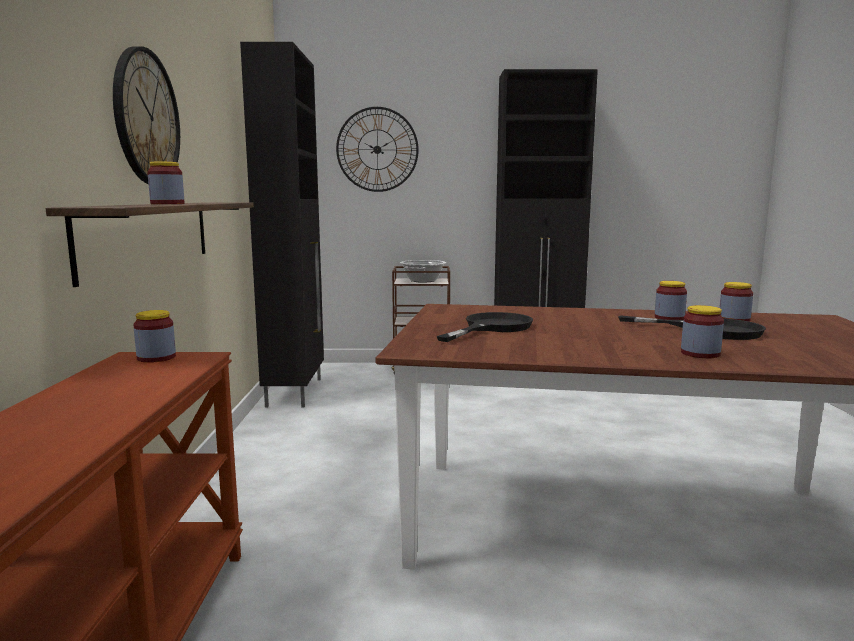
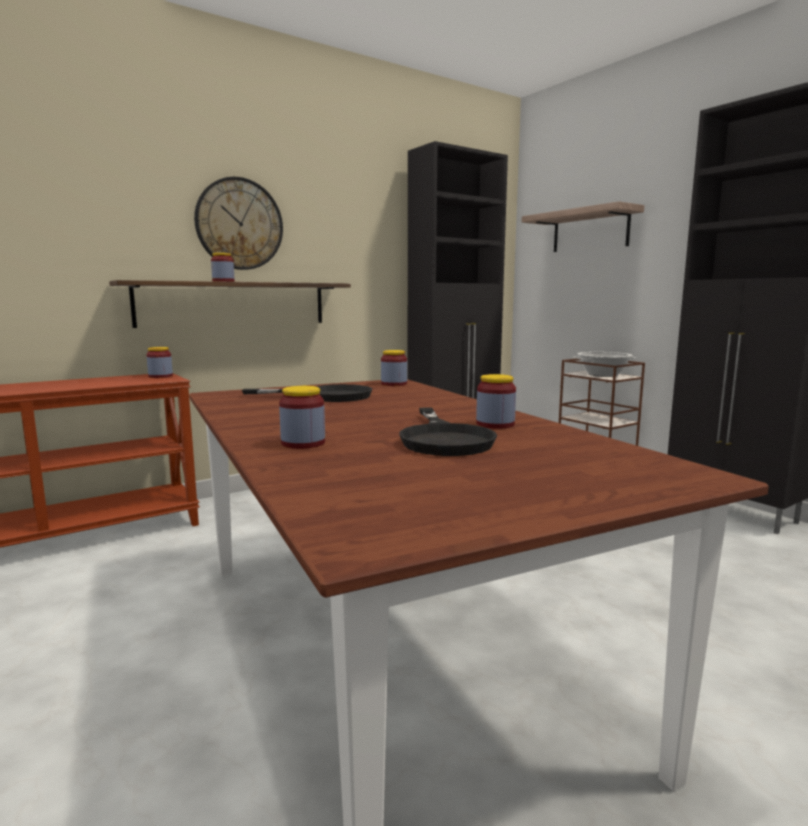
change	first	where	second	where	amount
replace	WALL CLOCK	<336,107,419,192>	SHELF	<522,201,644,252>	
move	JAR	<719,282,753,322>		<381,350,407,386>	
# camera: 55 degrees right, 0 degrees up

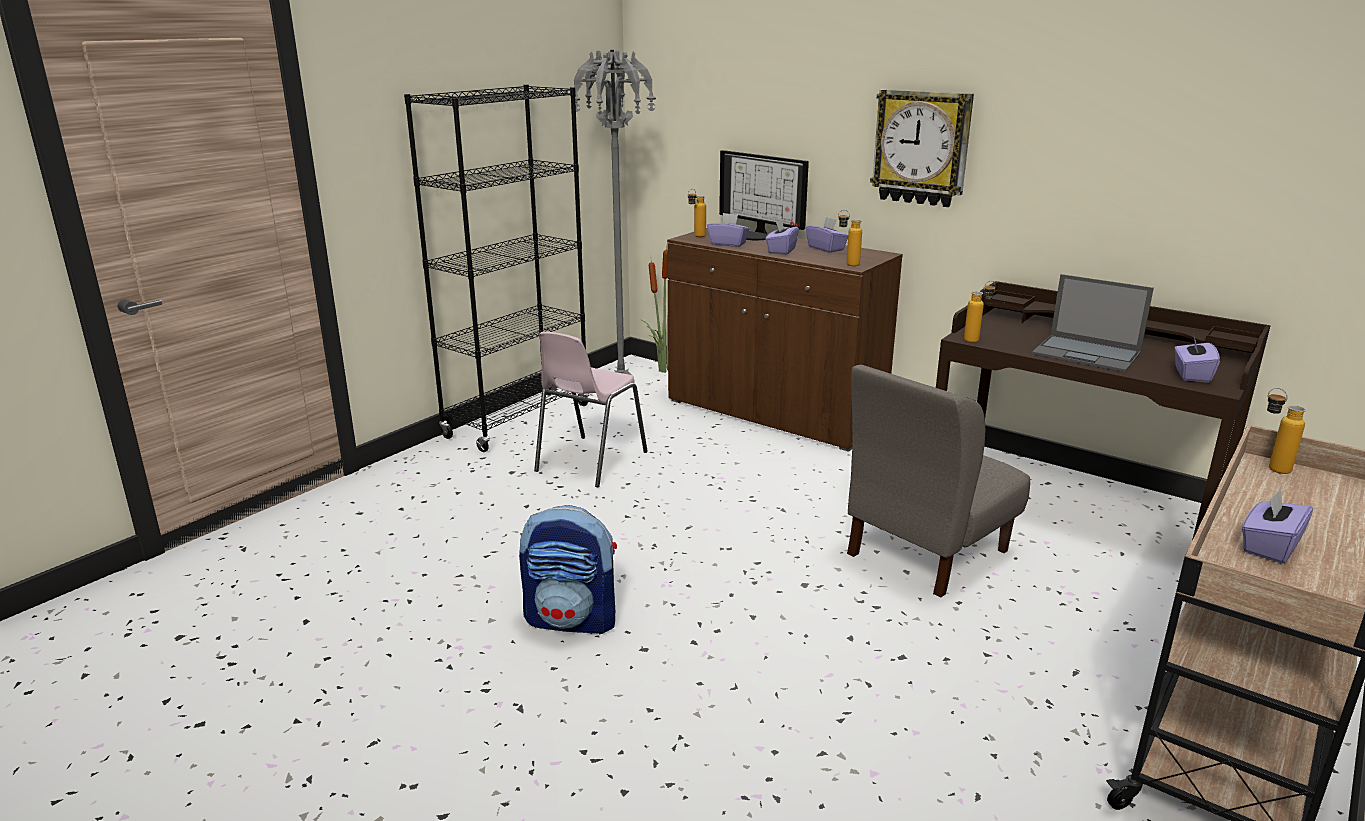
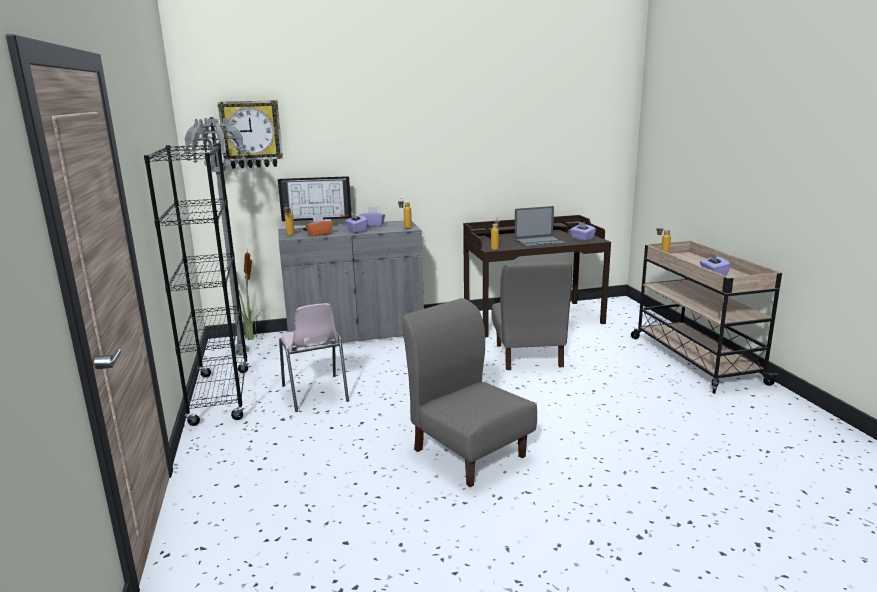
change	first	where	second	where	amount
move	WALL CLOCK	<870,89,974,207>		<218,100,283,169>	
recolor	PURPLE TISSUE BOX	<707,213,750,247>	ORANGE TISSUE BOX	<305,214,333,236>	
recolor	BROWN CABINET	<667,228,903,452>	GREY CABINET	<278,221,424,349>	
replace	BACKPACK	<519,505,617,635>	GREY CHAIR	<402,298,537,487>	
# camera: 50 degrees left, 5 degrees down

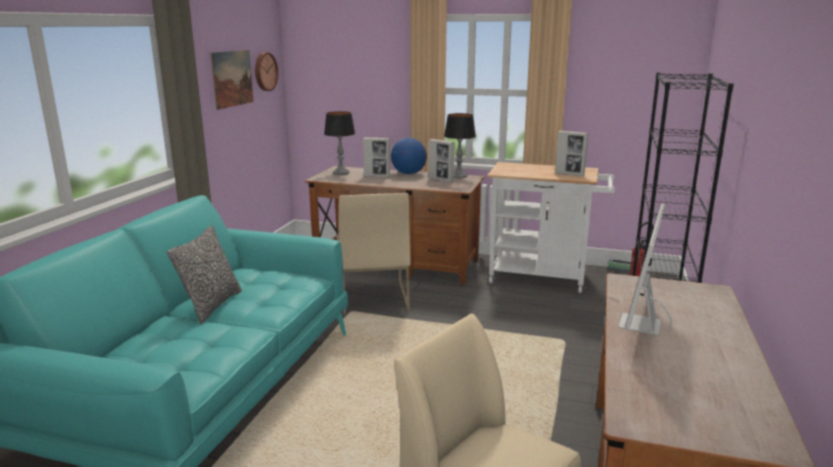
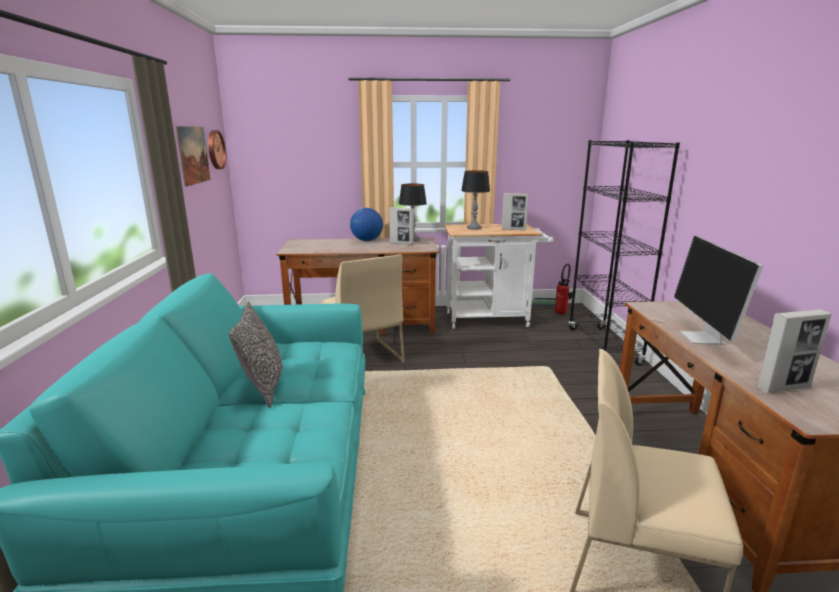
change	first	where	second	where	amount
move	TABLE LAMP	<324,111,355,175>		<461,170,490,229>	
move	PICTURE FRAME	<363,137,390,178>		<757,310,831,393>	
# camera: 20 degrees left, 0 degrees up

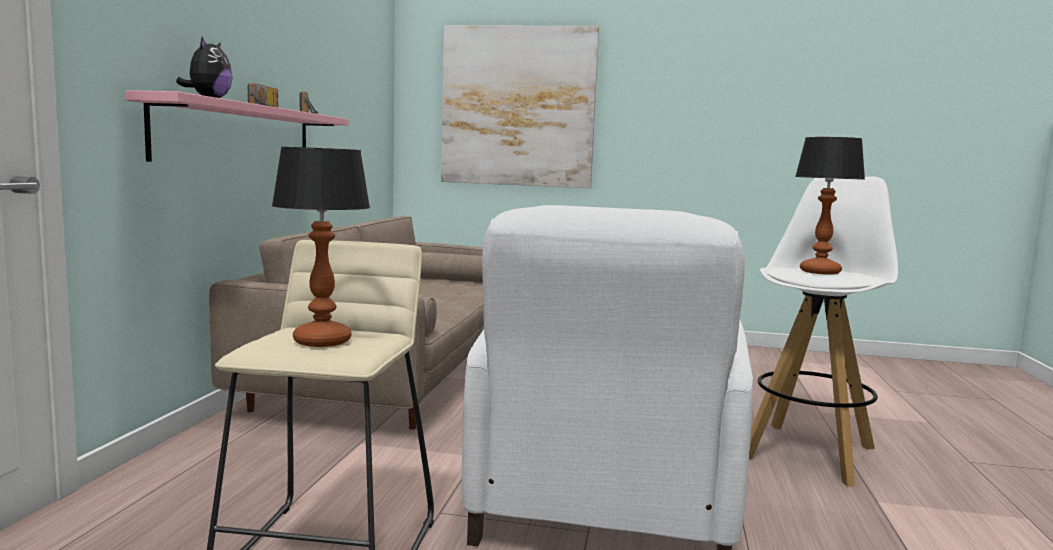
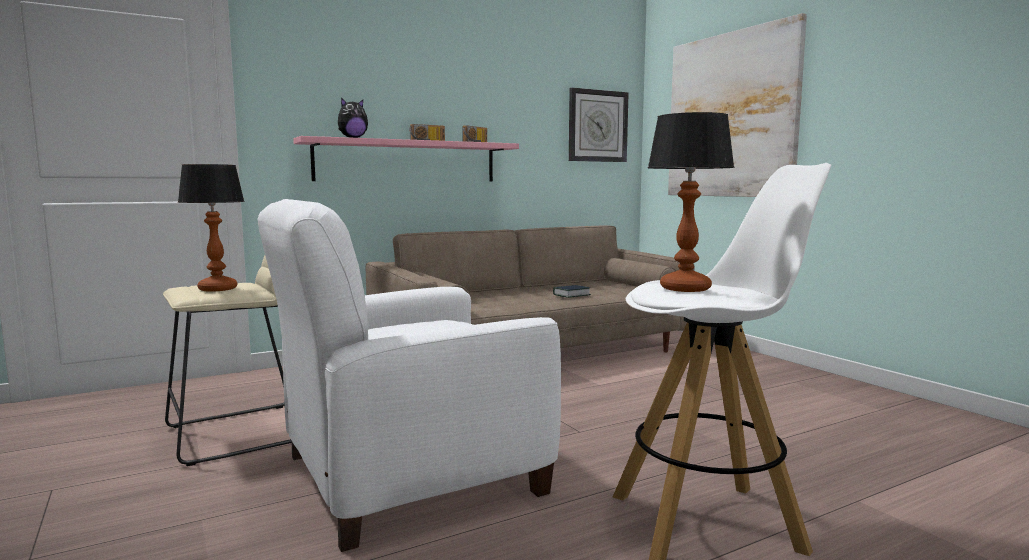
change	first	where	second	where	amount
insert			WALL CLOCK	<569,88,629,162>	
insert			BOOK	<553,285,591,298>	
# camera: 50 degrees right, 0 degrees up

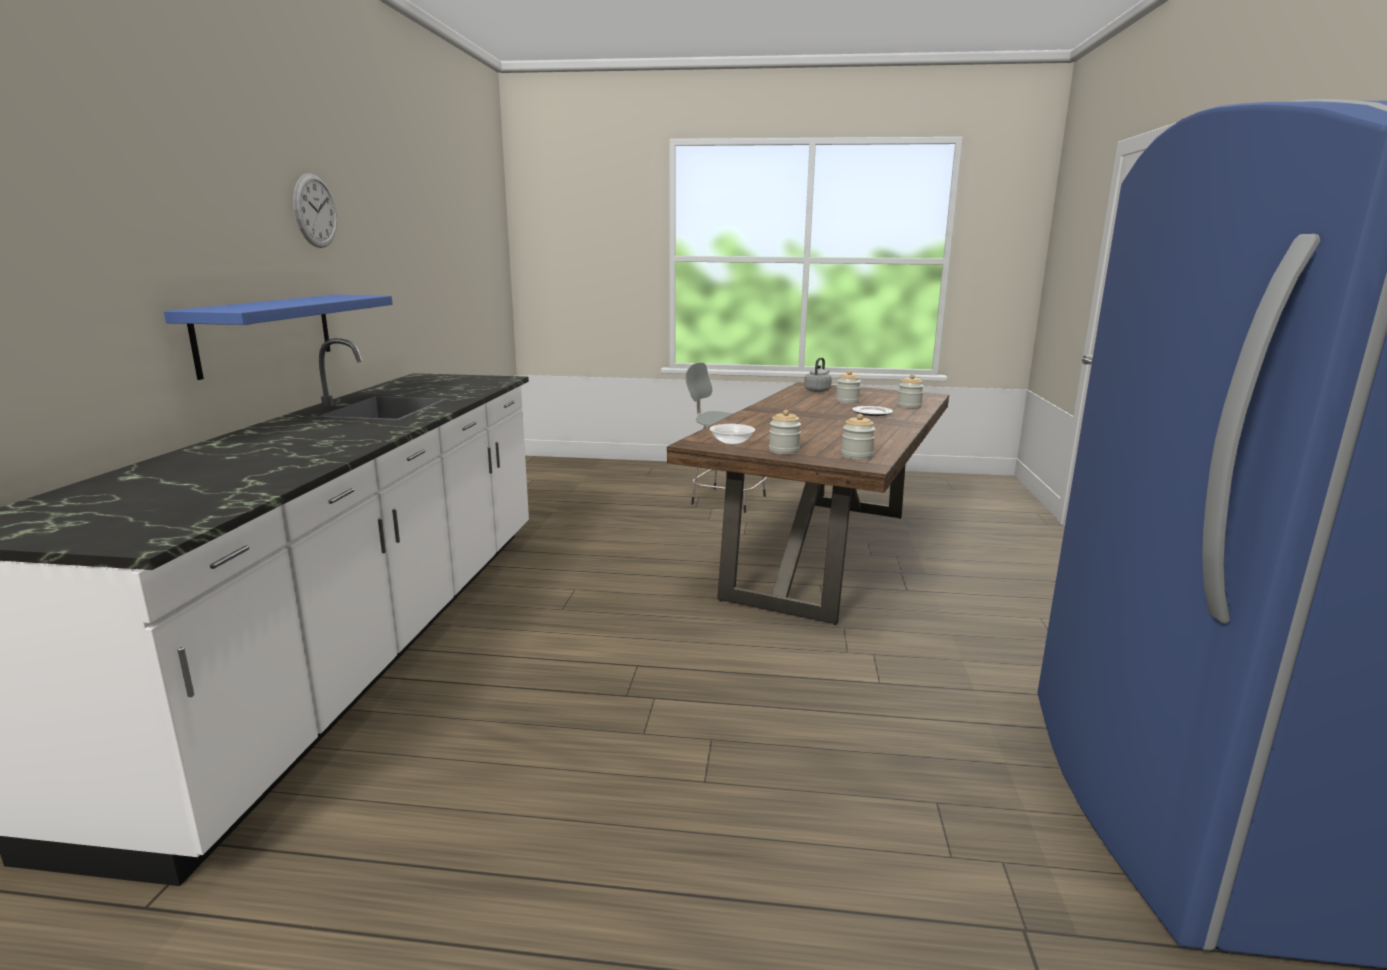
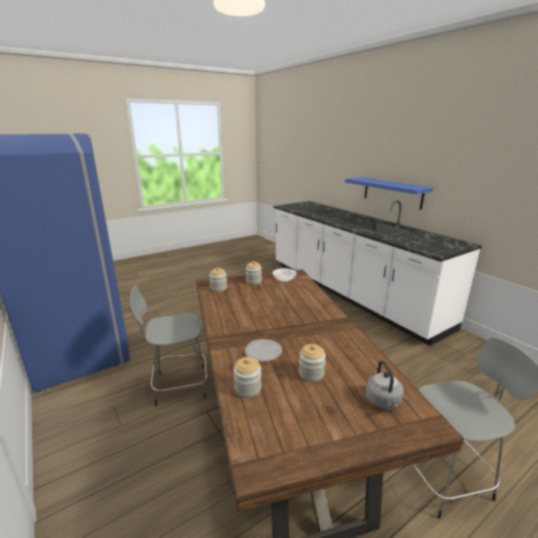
change	first	where	second	where	amount
delete	WALL CLOCK	<293,173,337,248>			
insert			GREY STOOL	<130,285,207,406>	
# camera: 140 degrees right, 5 degrees up

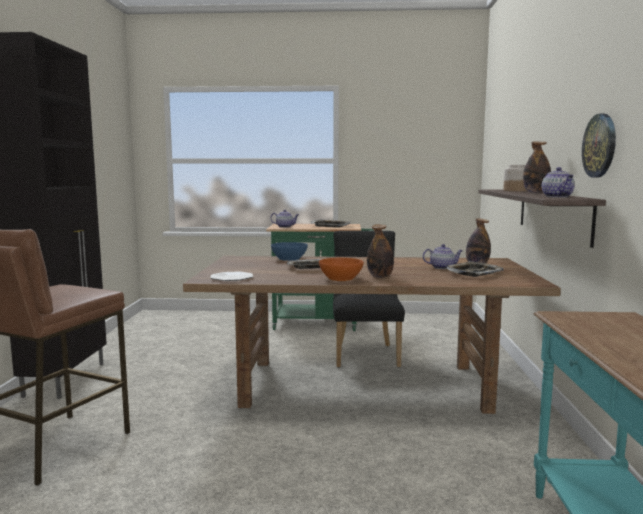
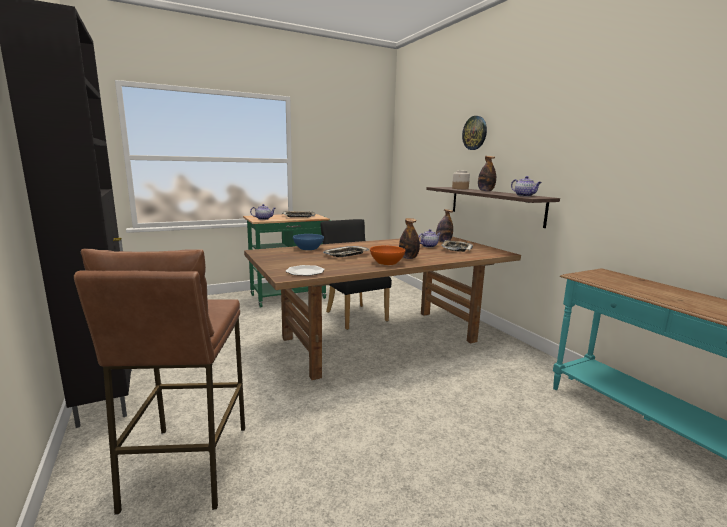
change	first	where	second	where	amount
move	WALL CLOCK	<582,114,616,178>		<462,116,487,150>	
# camera: 30 degrees left, 5 degrees up

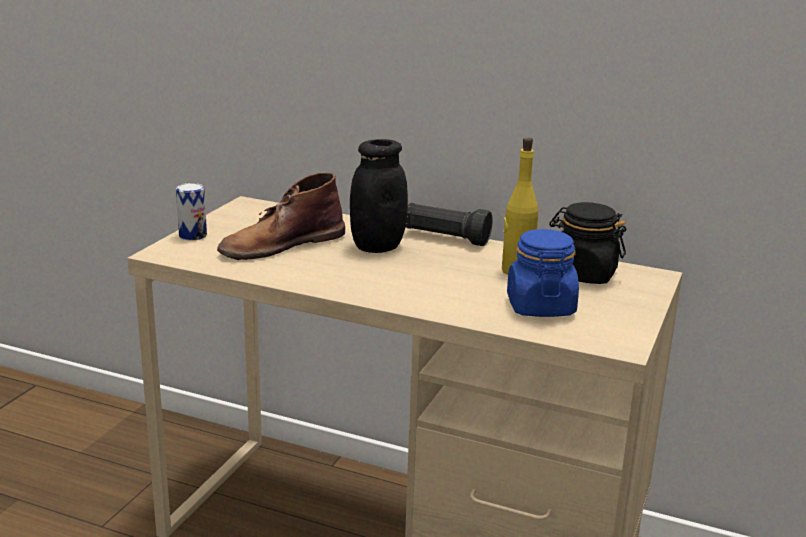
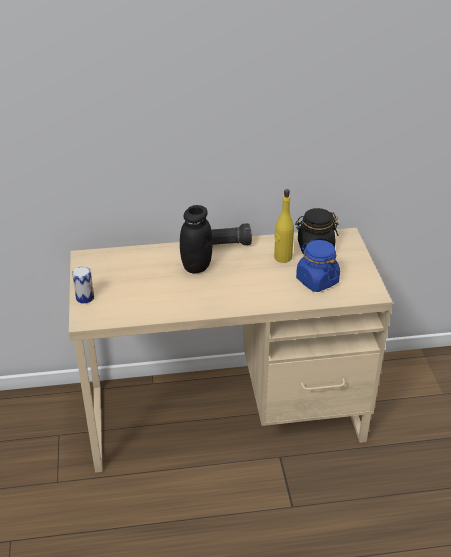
change	first	where	second	where	amount
delete	BROWN BOOT	<217,172,345,260>			
# camera: 30 degrees left, 15 degrees up

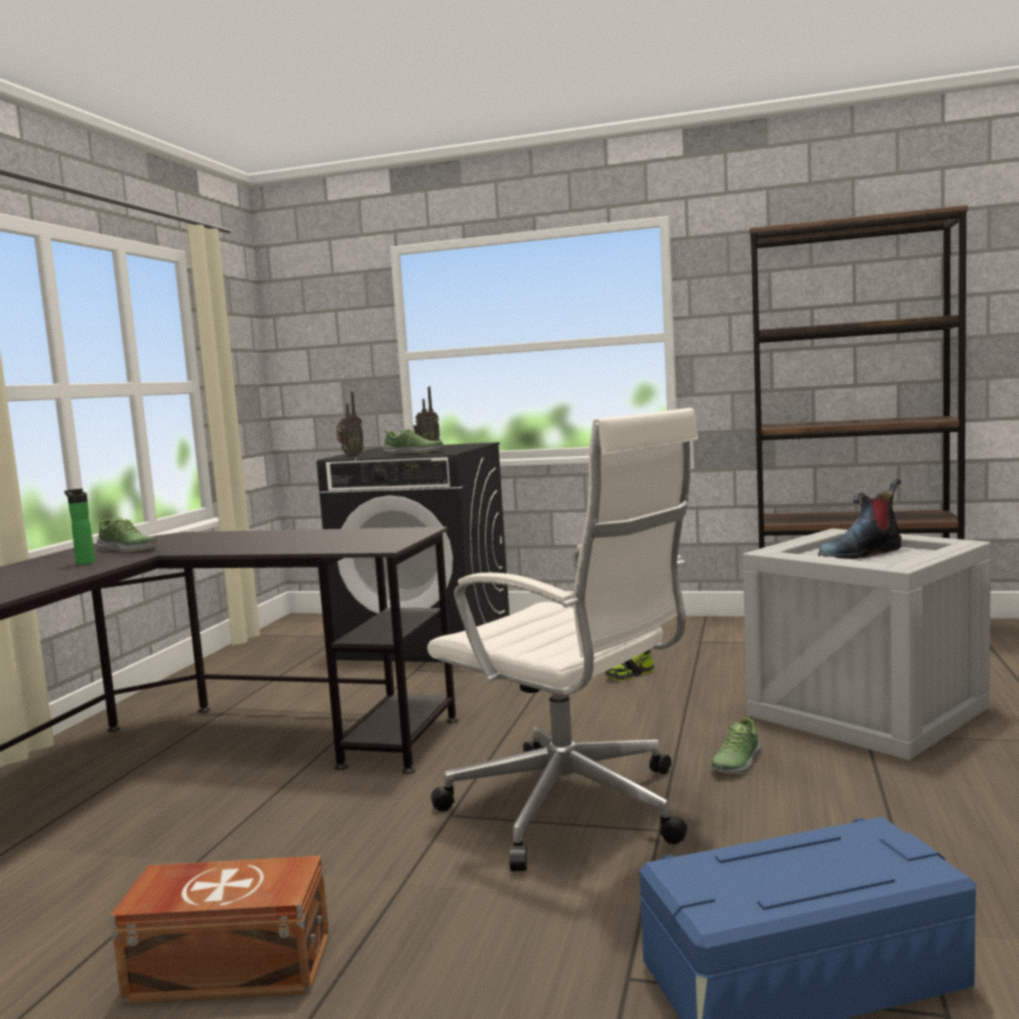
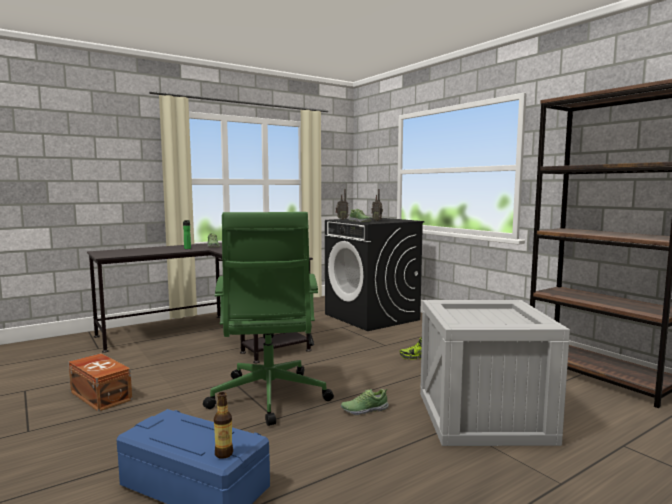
change	first	where	second	where	amount
recolor	WHITE OFFICE CHAIR	<427,408,698,871>	GREEN OFFICE CHAIR	<203,212,334,426>	
delete	BOOT	<818,479,902,559>			
insert			BOTTLE	<214,392,233,459>	
# camera: 40 degrees right, 0 degrees up

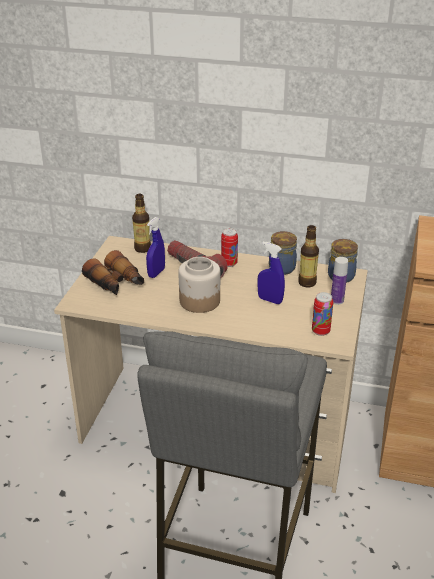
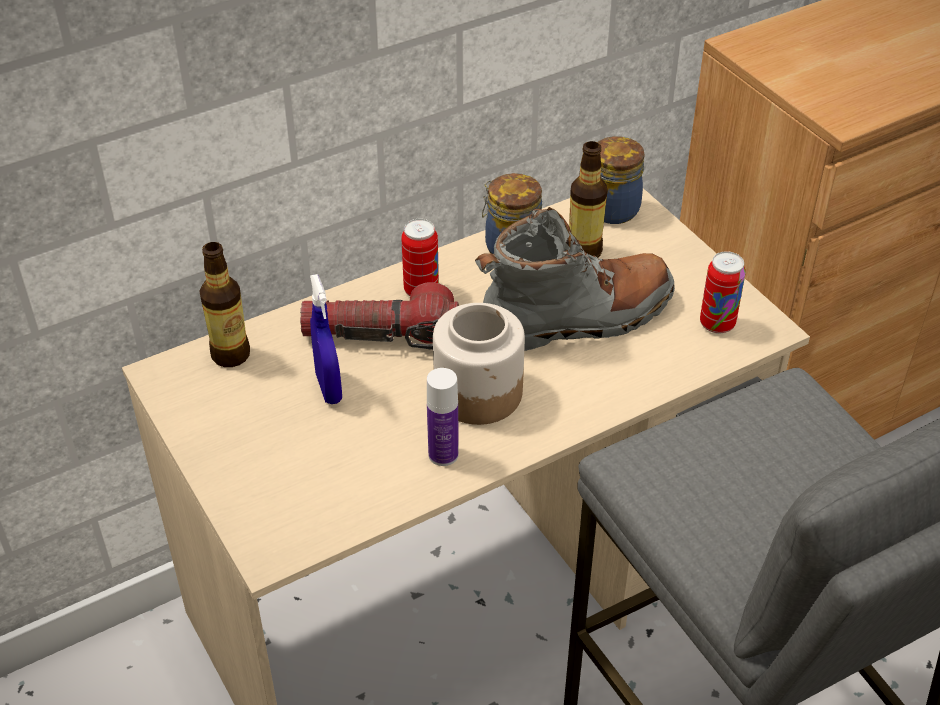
change	first	where	second	where	amount
replace	BLUE SPRAY BOTTLE	<257,241,285,304>	GREY BOOT	<475,207,675,351>	
delete	BINOCULARS	<82,250,144,295>			
move	BOTTLE	<331,257,348,305>		<427,368,459,466>	
# camera: 45 degrees left, 10 degrees up

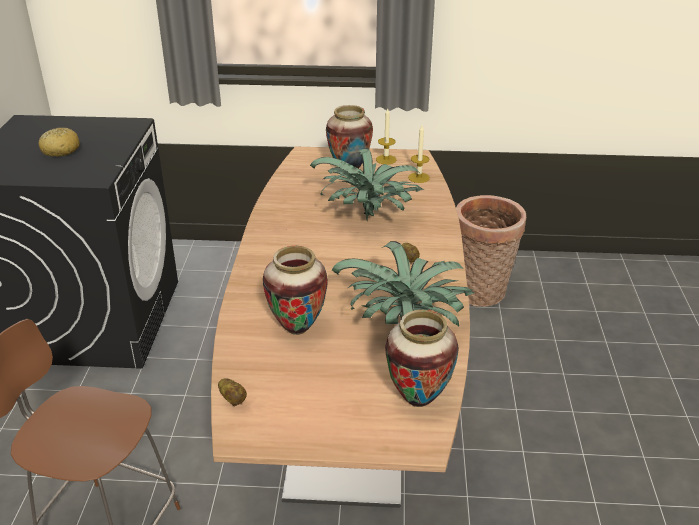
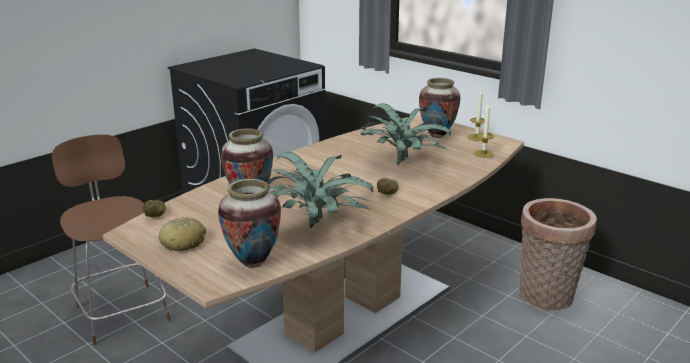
change	first	where	second	where	amount
move	BREAD	<39,128,80,157>		<158,217,206,251>	
# camera: 40 degrees right, 10 degrees down

